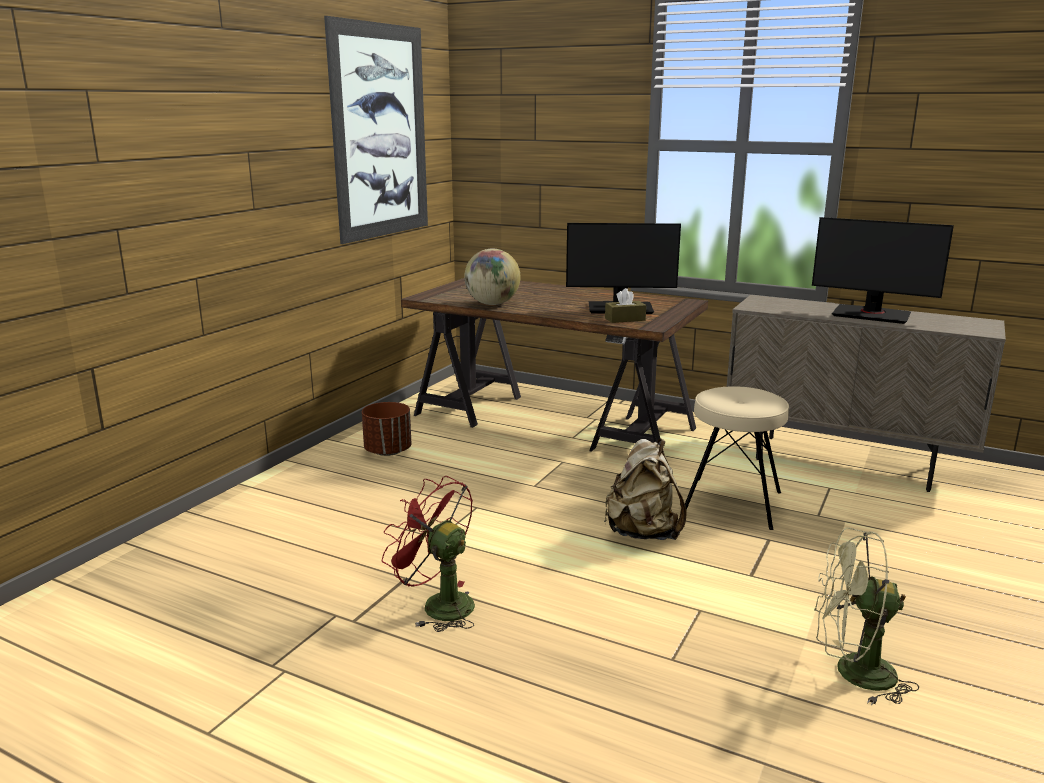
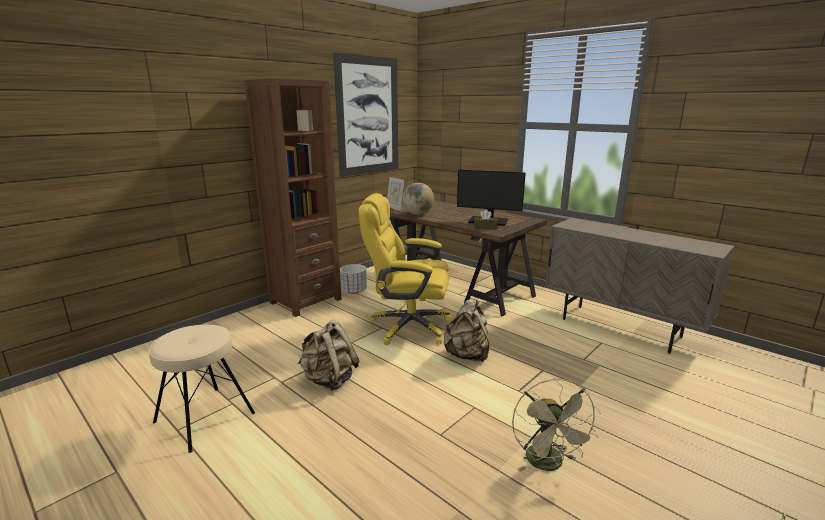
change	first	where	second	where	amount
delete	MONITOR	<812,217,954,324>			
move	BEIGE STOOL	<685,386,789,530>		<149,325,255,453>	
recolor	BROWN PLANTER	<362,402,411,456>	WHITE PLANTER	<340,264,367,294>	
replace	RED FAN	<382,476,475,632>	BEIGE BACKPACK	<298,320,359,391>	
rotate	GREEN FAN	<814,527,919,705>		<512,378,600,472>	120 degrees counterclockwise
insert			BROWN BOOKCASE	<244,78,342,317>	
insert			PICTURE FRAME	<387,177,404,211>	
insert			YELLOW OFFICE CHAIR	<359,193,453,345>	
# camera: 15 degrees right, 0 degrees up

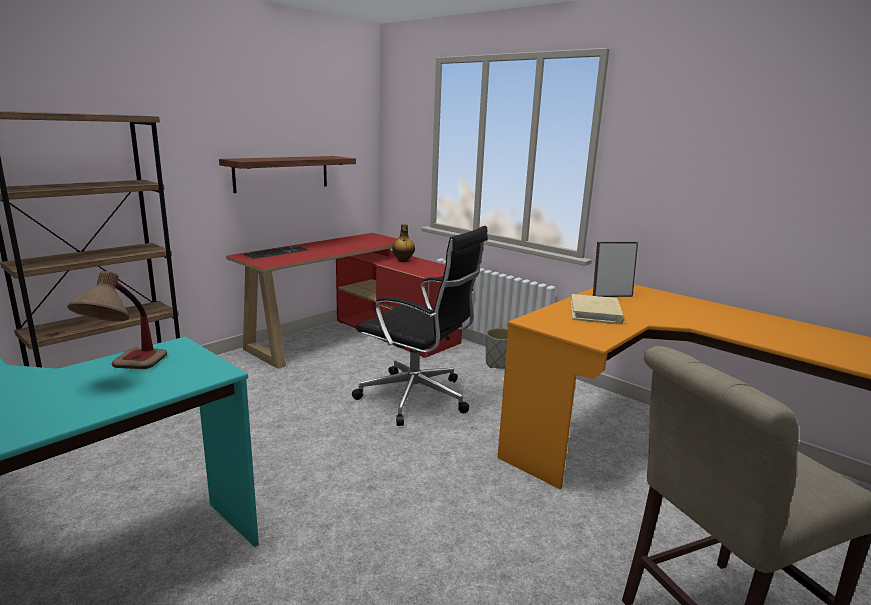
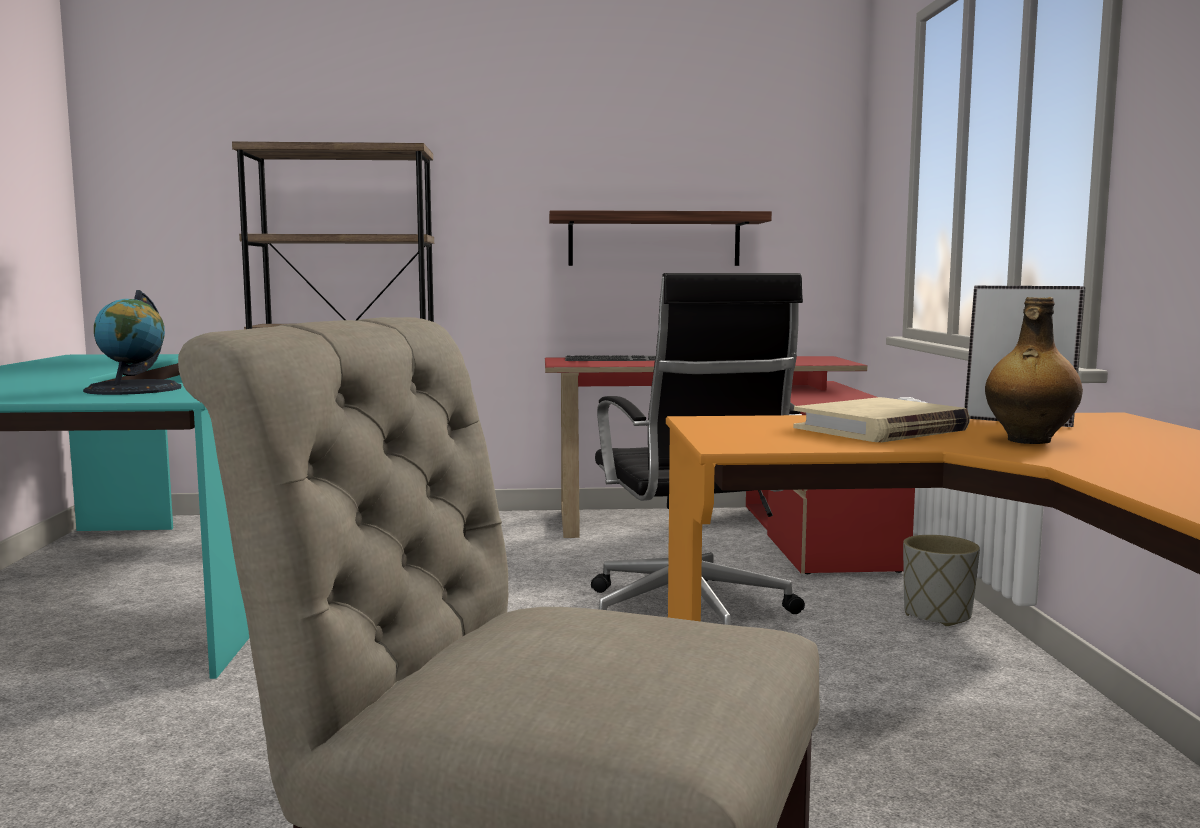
change	first	where	second	where	amount
move	BOTTLE	<392,224,415,262>		<985,297,1083,444>	
replace	TABLE LAMP	<67,271,167,369>	GLOBE	<83,290,181,395>	
# camera: 45 degrees right, 10 degrees down

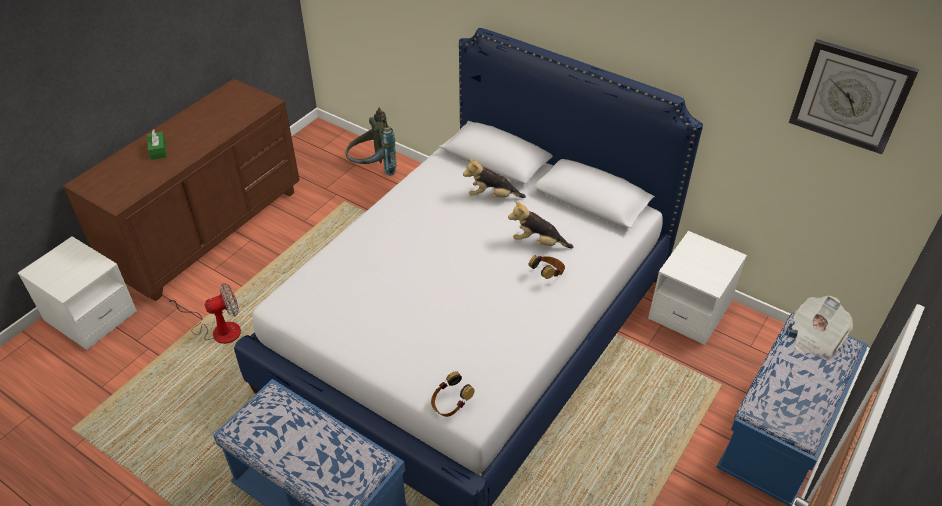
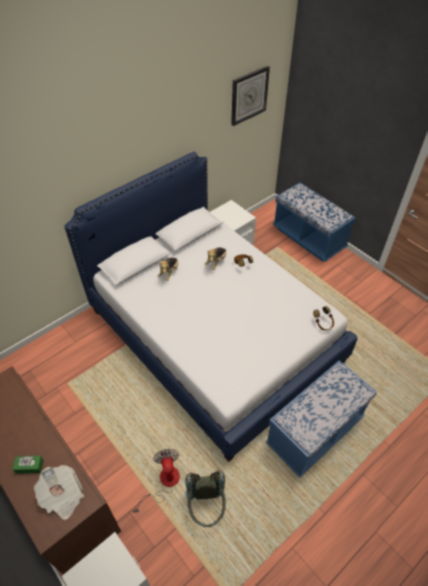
change	first	where	second	where	amount
move	GREY BACKPACK	<345,108,397,176>		<185,470,226,527>	
move	NEWSPAPER	<792,296,853,356>		<34,465,84,520>	
# camera: 75 degrees left, 5 degrees up

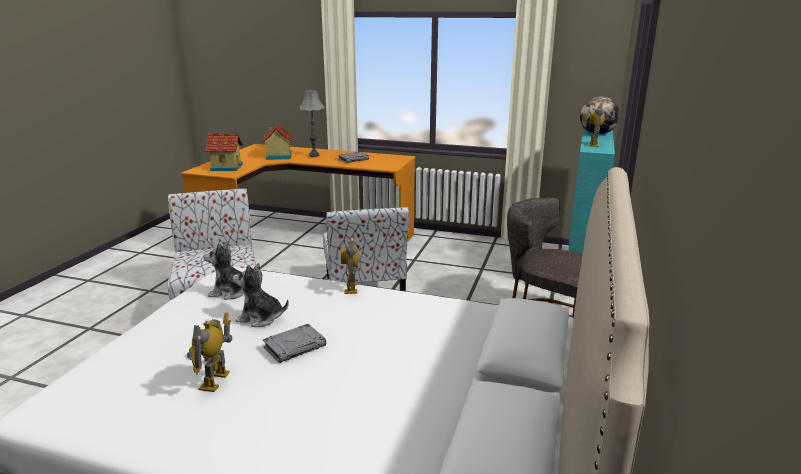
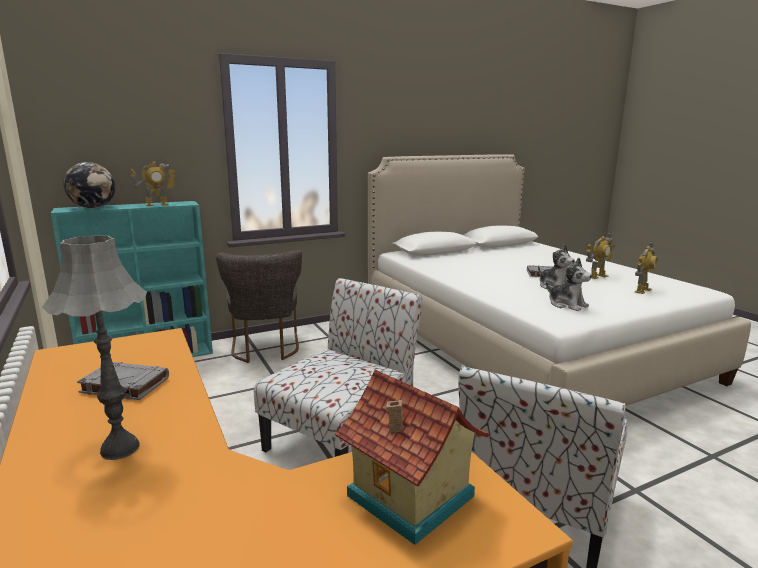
change	first	where	second	where	amount
delete	TOY HOUSE	<262,122,292,160>			
move	TOY ROBOT	<341,237,360,294>		<635,241,658,294>	
# camera: 135 degrees left, 5 degrees down

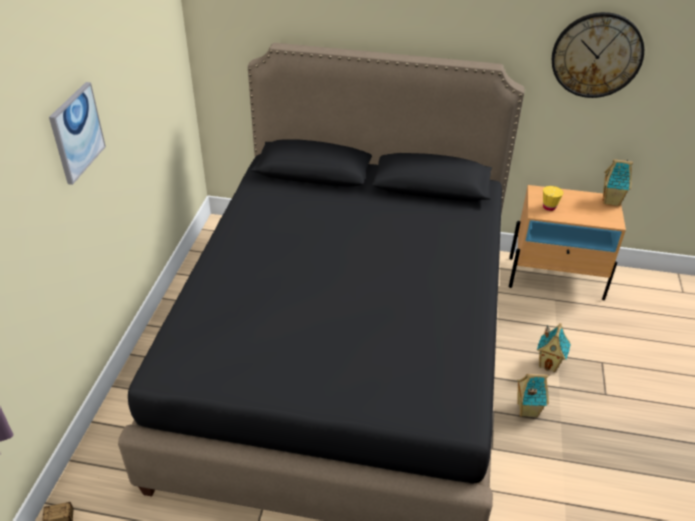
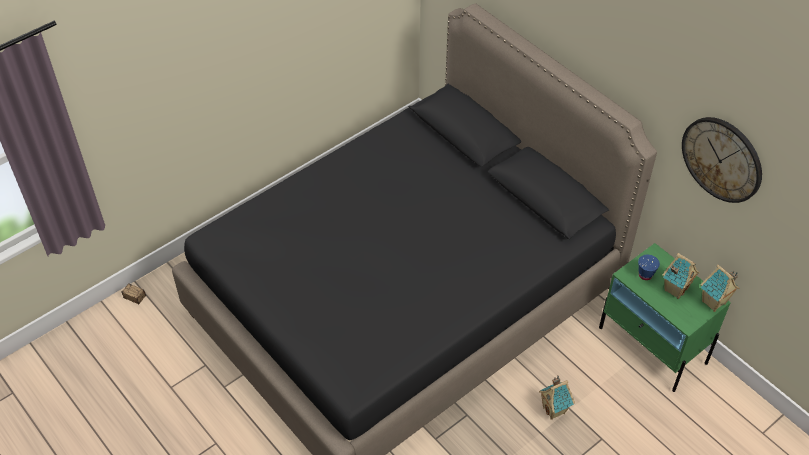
change	first	where	second	where	amount
delete	PICTURE	<49,82,106,185>			
recolor	BEIGE NIGHTSTAND	<509,185,626,300>	GREEN NIGHTSTAND	<599,243,731,392>	
recolor	YELLOW CUP	<543,186,563,211>	BLUE CUP	<638,255,660,280>	
move	TOY HOUSE	<517,374,549,418>		<663,253,700,299>	
# camera: 40 degrees right, 10 degrees up

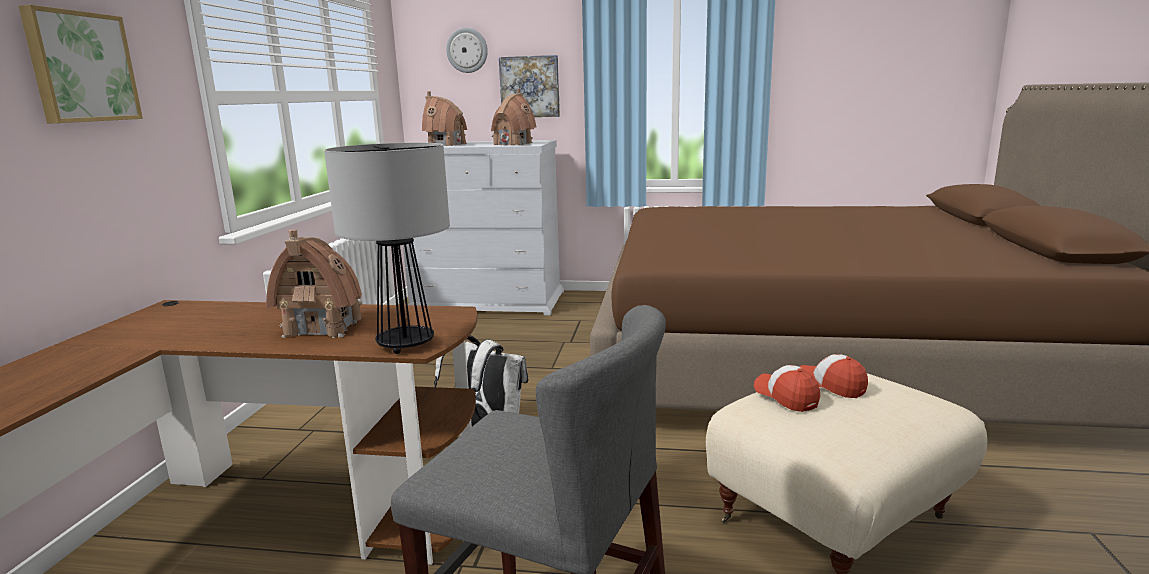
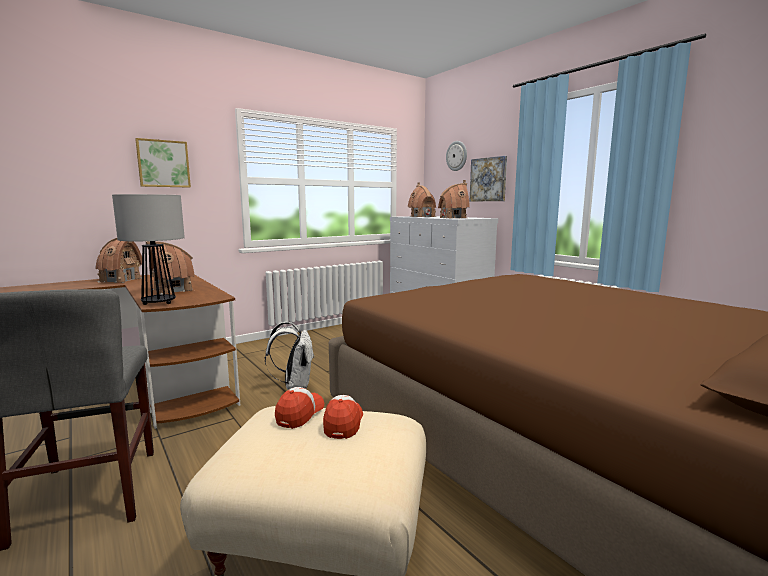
change	first	where	second	where	amount
insert			TOY HOUSE	<95,238,142,283>	
# camera: 45 degrees right, 5 degrees down

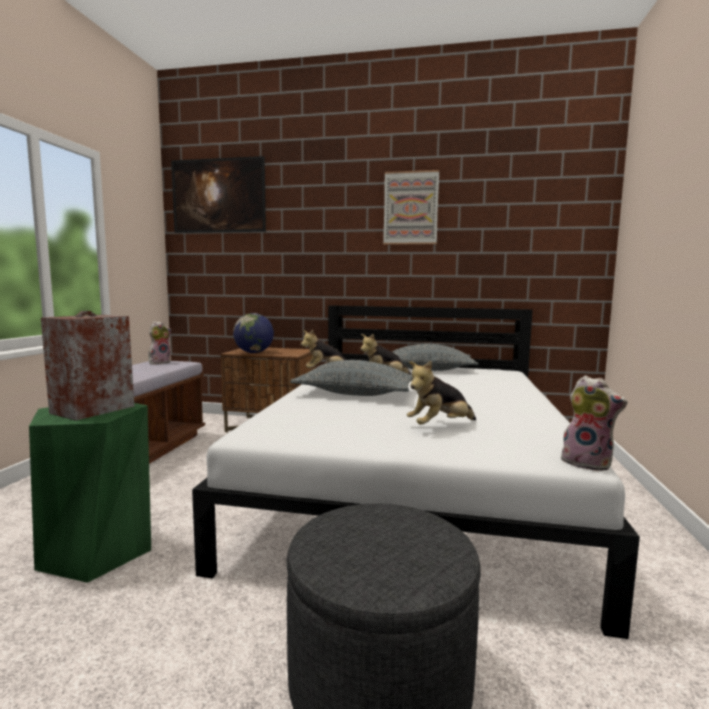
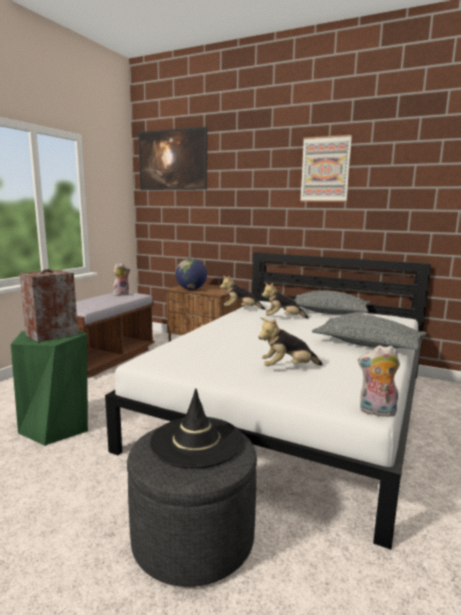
change	first	where	second	where	amount
move	GREY PILLOW	<290,360,413,396>		<312,315,427,350>	
rotate	PLUSH TOY	<561,375,628,471>		<358,345,400,417>	135 degrees clockwise
insert			BLACK HAT	<150,388,243,468>	
# camera: 15 degrees right, 5 degrees up

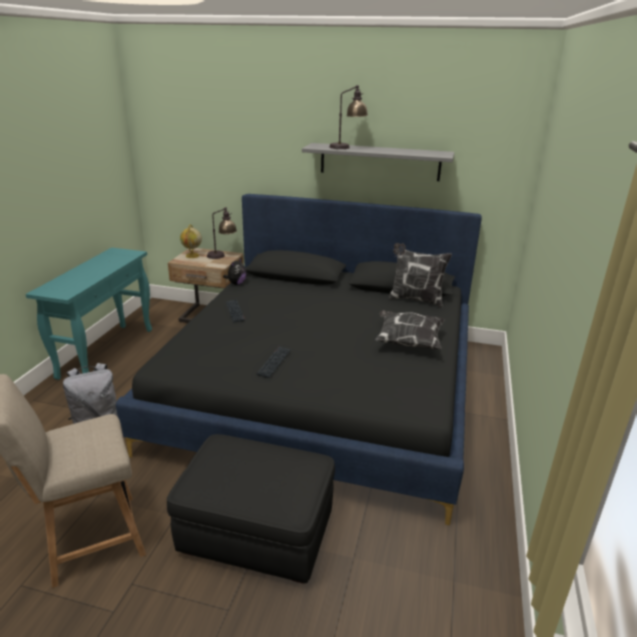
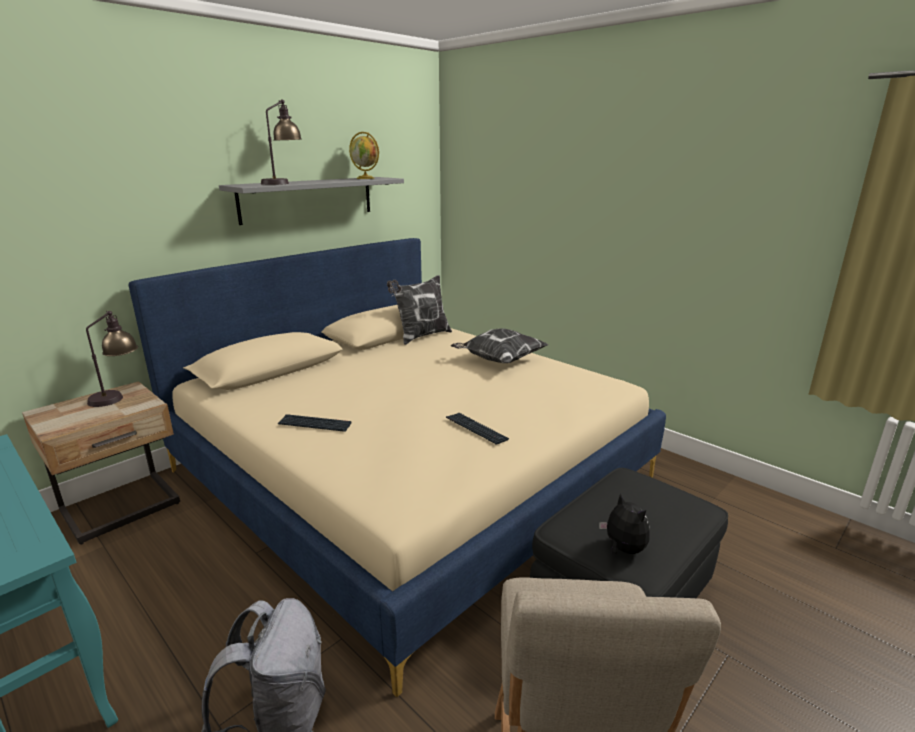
change	first	where	second	where	amount
recolor	BLACK BED	<116,194,482,525>	BEIGE BED	<128,238,666,697>	
move	GLOBE	<180,224,202,258>		<349,132,379,179>	
move	PLUSH TOY	<223,258,247,285>		<599,493,650,555>	
# camera: 60 degrees left, 5 degrees down

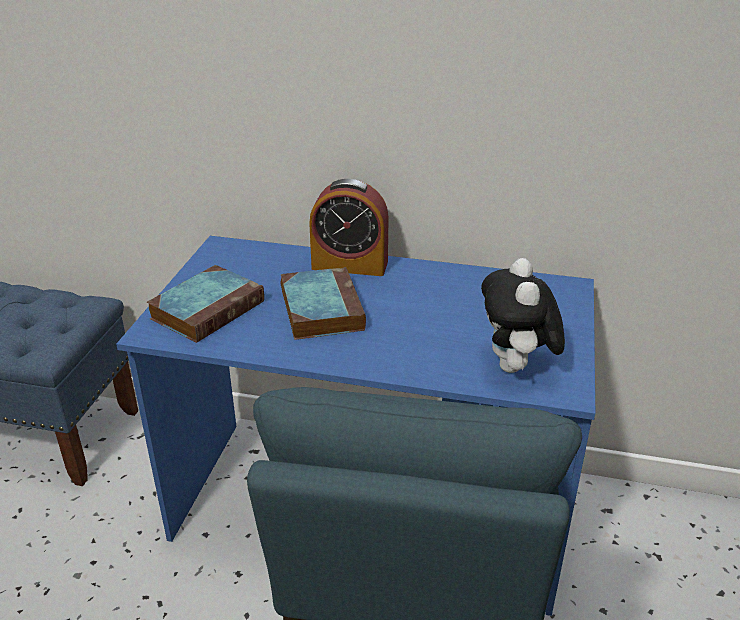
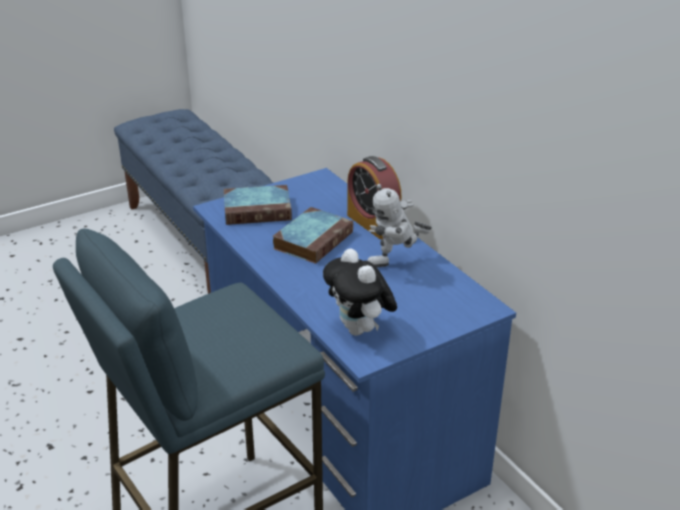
change	first	where	second	where	amount
rotate	PLUSH TOY	<481,258,565,373>		<323,249,397,336>	75 degrees counterclockwise
insert			TOY ROBOT	<367,184,432,268>	
# camera: 45 degrees right, 0 degrees up

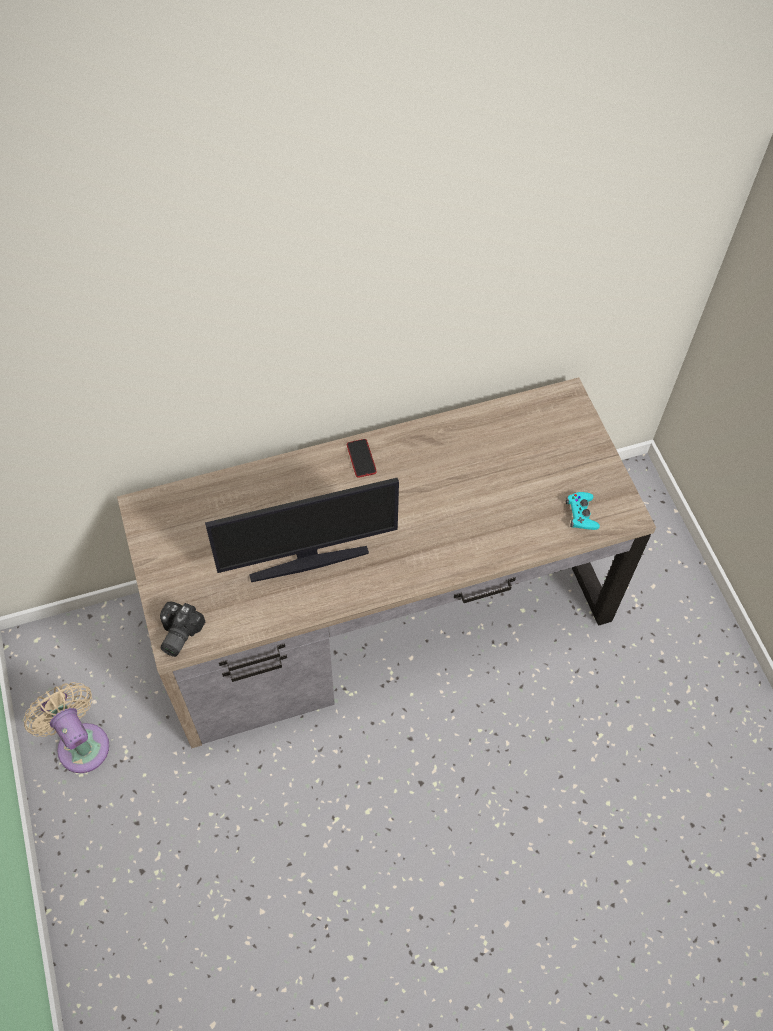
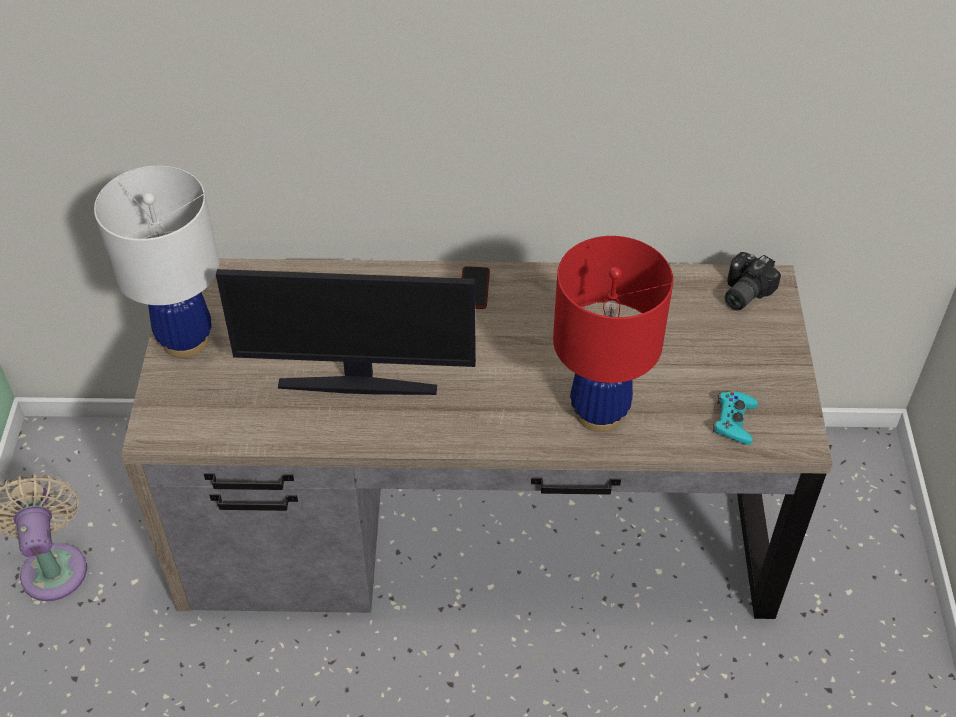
change	first	where	second	where	amount
move	PHOTO CAMERA	<160,602,205,657>		<725,252,781,310>	
insert			WHITE TABLE LAMP	<94,166,219,358>	
insert			RED TABLE LAMP	<553,236,673,432>	
# camera: 20 degrees right, 10 degrees down

